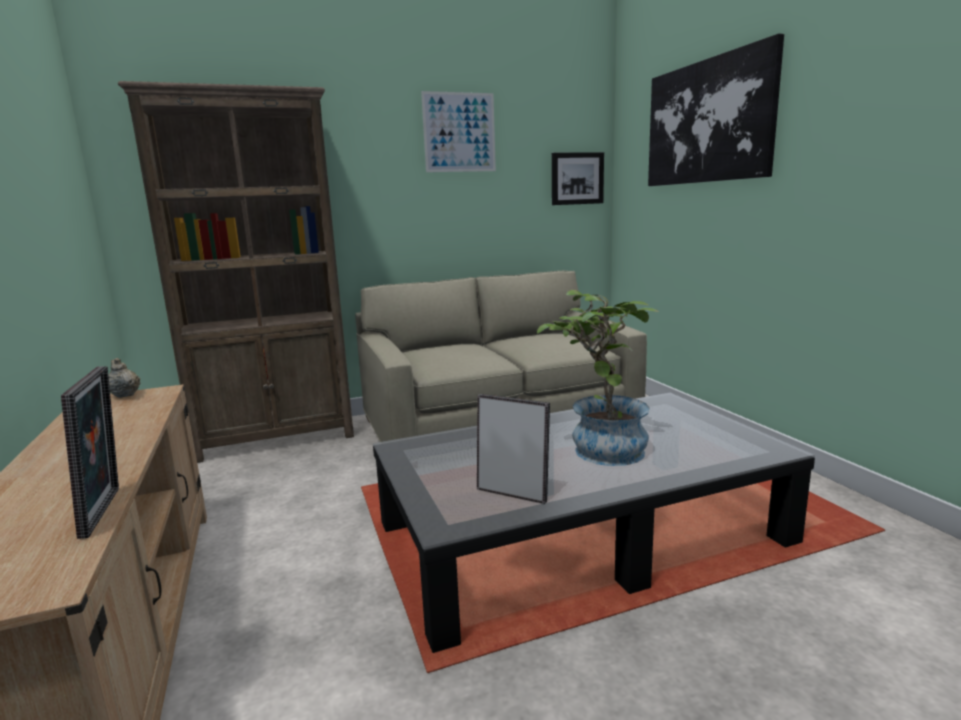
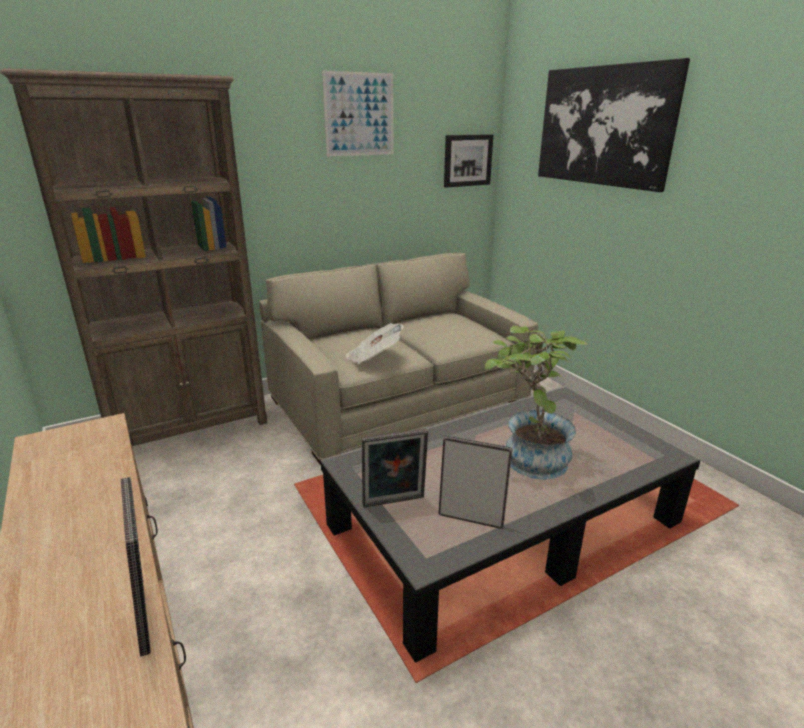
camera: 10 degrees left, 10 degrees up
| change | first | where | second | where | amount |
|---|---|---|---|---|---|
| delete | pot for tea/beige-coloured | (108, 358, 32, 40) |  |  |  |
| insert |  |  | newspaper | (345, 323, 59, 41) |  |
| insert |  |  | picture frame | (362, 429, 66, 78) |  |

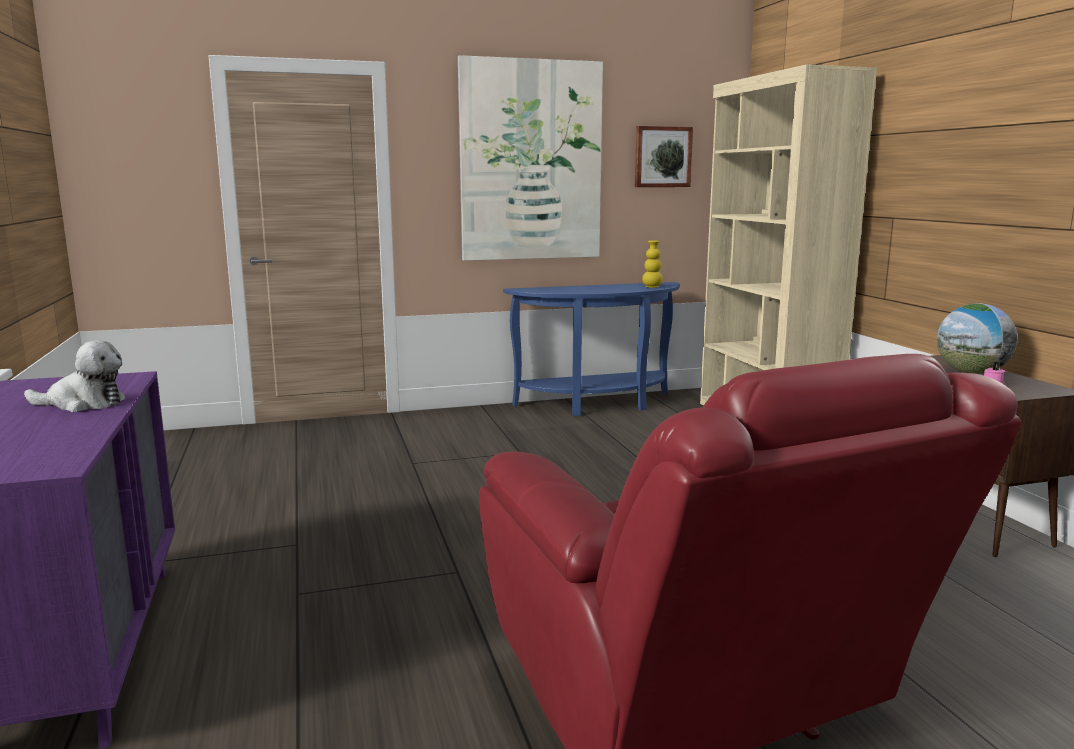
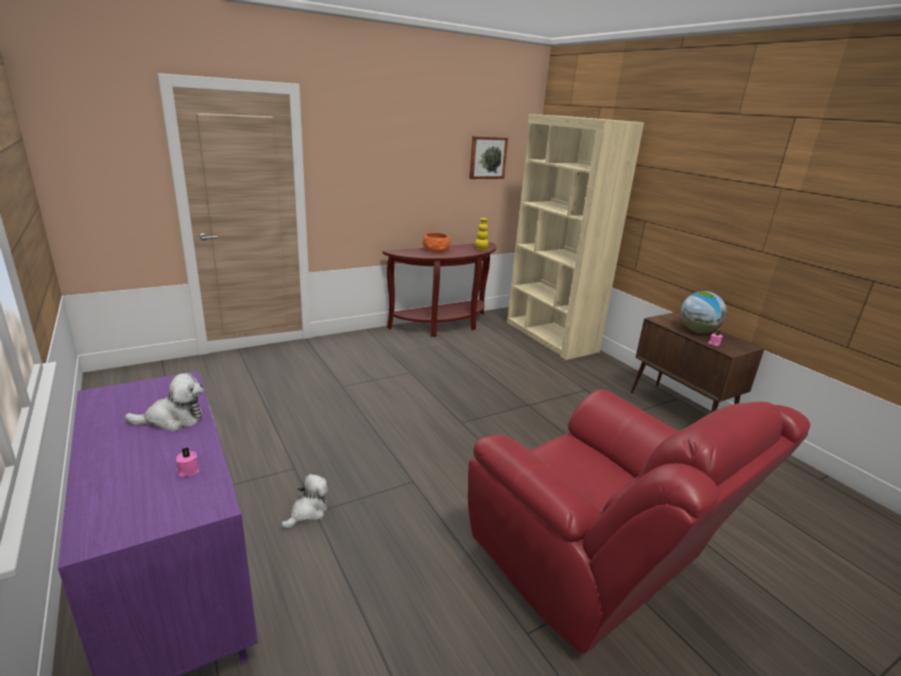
camera: 15 degrees left, 10 degrees up
| change | first | where | second | where | amount |
|---|---|---|---|---|---|
| delete | wall picture | (458, 55, 145, 206) |  |  |  |
| recolor | console table/bluish | (503, 282, 177, 134) | console table/brown-coloured | (383, 242, 113, 95) |  |
| insert |  |  | wax light/pink | (176, 447, 24, 30) |  |
| insert |  |  | cuddly toy | (281, 474, 47, 55) |  |
| insert |  |  | bowl/orange-coloured | (422, 232, 29, 21) |  |

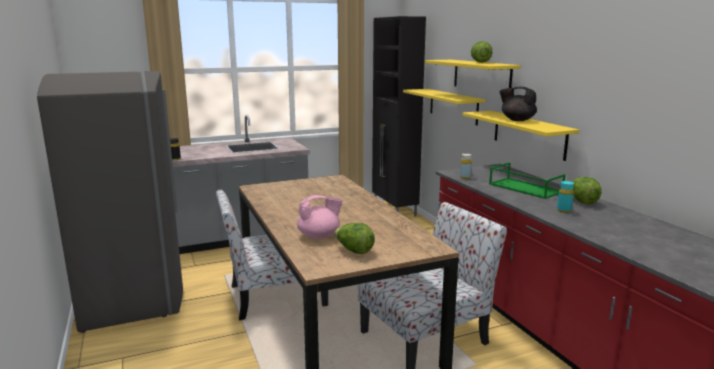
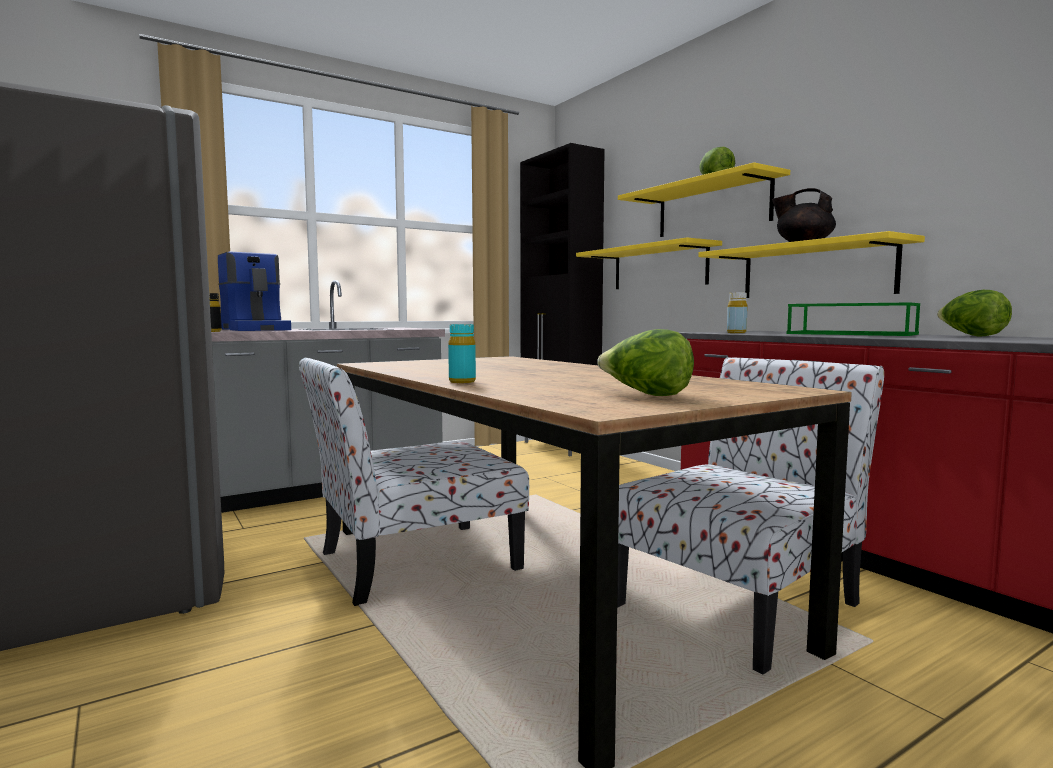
camera: 10 degrees left, 10 degrees down
| change | first | where | second | where | amount |
|---|---|---|---|---|---|
| delete | pot for tea/pink | (297, 195, 46, 44) |  |  |  |
| move | beverage bottle/turquoise-coloured | (557, 181, 17, 32) |  | (448, 324, 28, 59) |  |
| insert |  |  | coffee maker | (218, 251, 73, 80) |  |

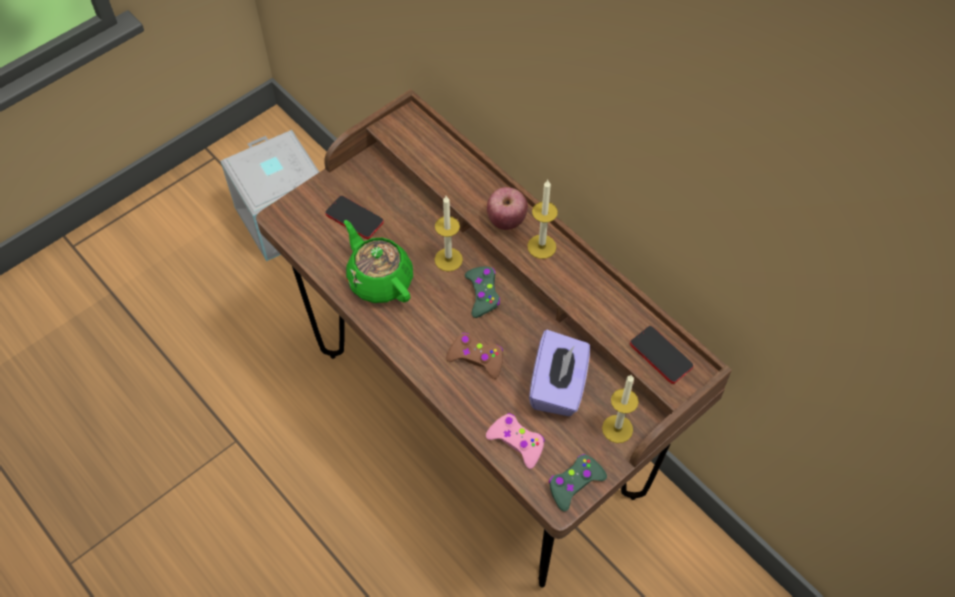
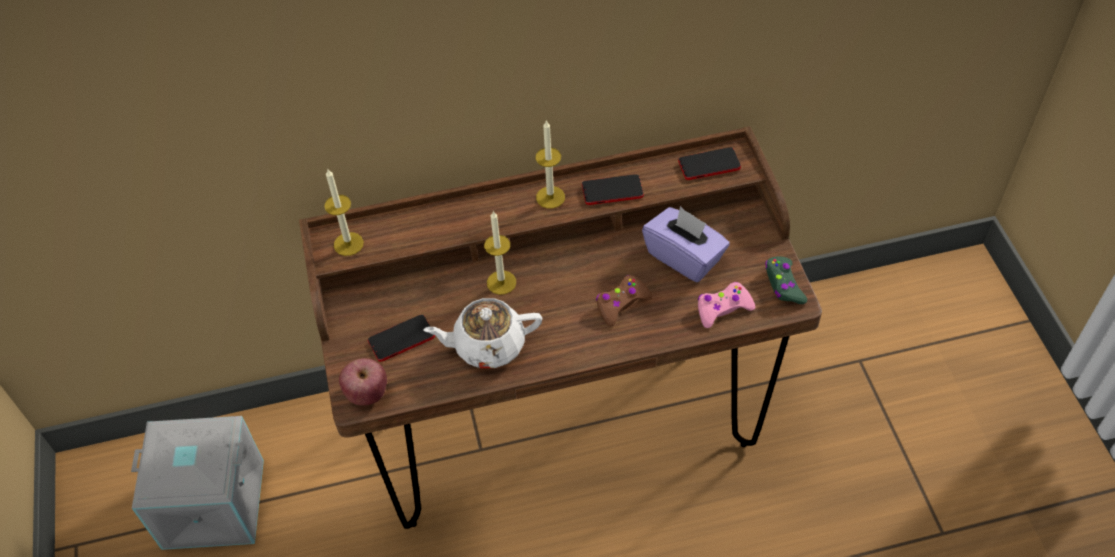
camera: 60 degrees left, 5 degrees down
| change | first | where | second | where | amount |
|---|---|---|---|---|---|
| recolor | pot for tea/greenish | (344, 220, 69, 83) | pot for tea/white-coloured | (424, 298, 118, 70) |  |
| delete | gamepad/greenish | (465, 266, 35, 52) |  |  |  |
| move | whole apple | (487, 187, 41, 43) |  | (339, 358, 48, 48) |  |
| move | wax light | (602, 374, 37, 69) |  | (324, 168, 40, 88) |  |
| insert |  |  | handset | (582, 174, 62, 31) |  |

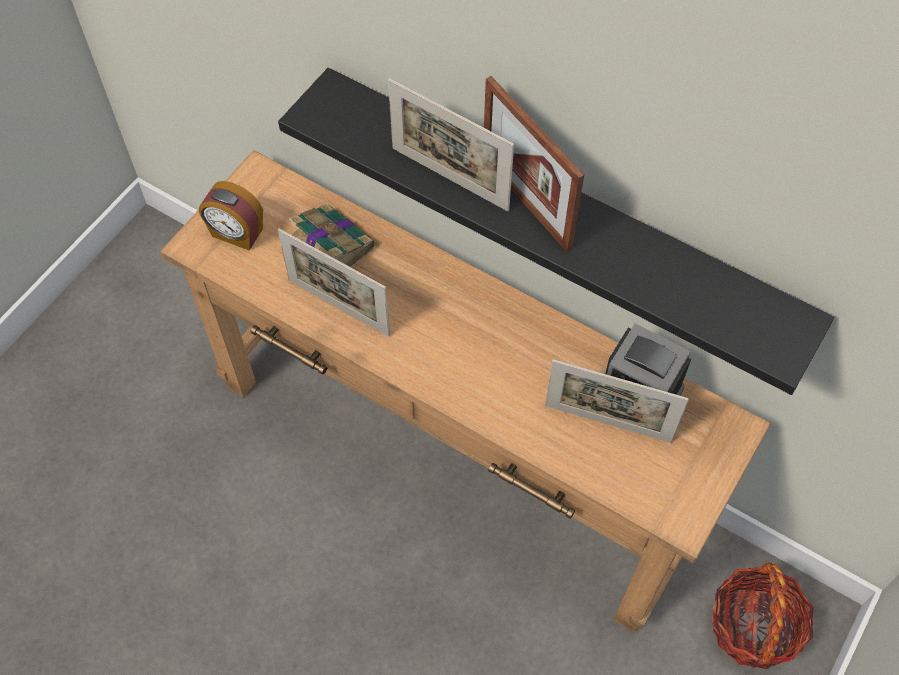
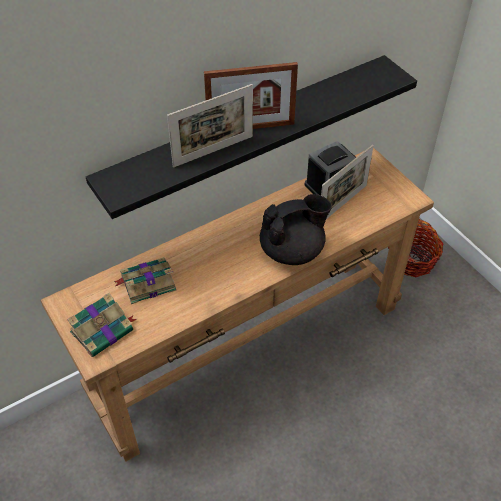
camera: 65 degrees left, 10 degrees down
| change | first | where | second | where | amount |
|---|---|---|---|---|---|
| replace | alarm clock | (199, 181, 64, 69) | volume | (67, 293, 70, 64) |  |
| delete | picture frame | (278, 228, 112, 108) |  |  |  |
| insert |  |  | pot for tea/blackish | (260, 194, 72, 71) |  |

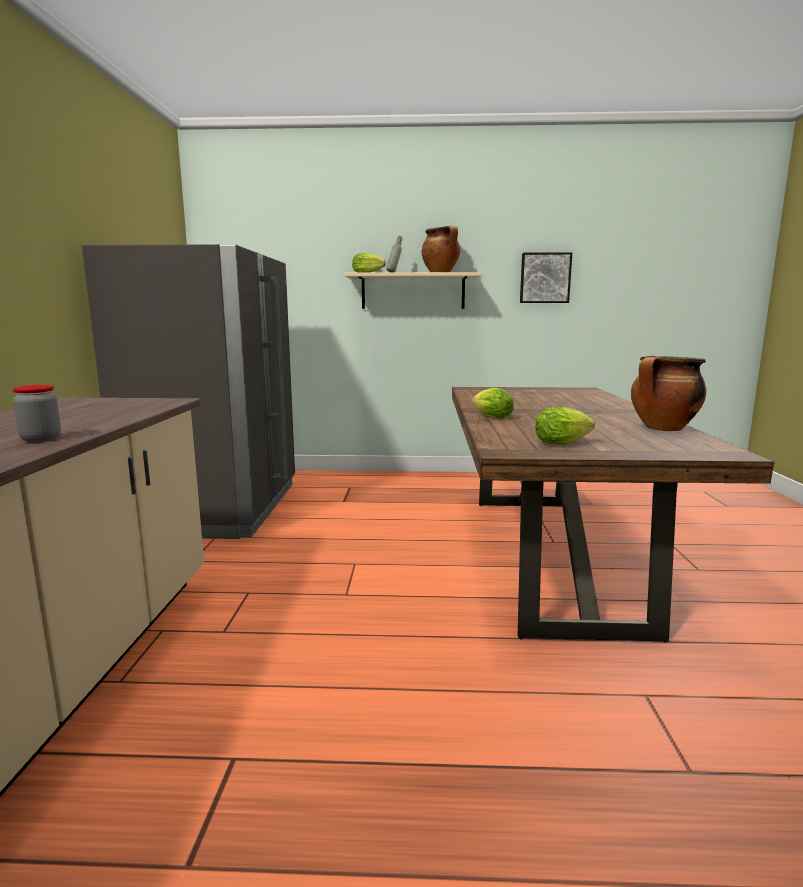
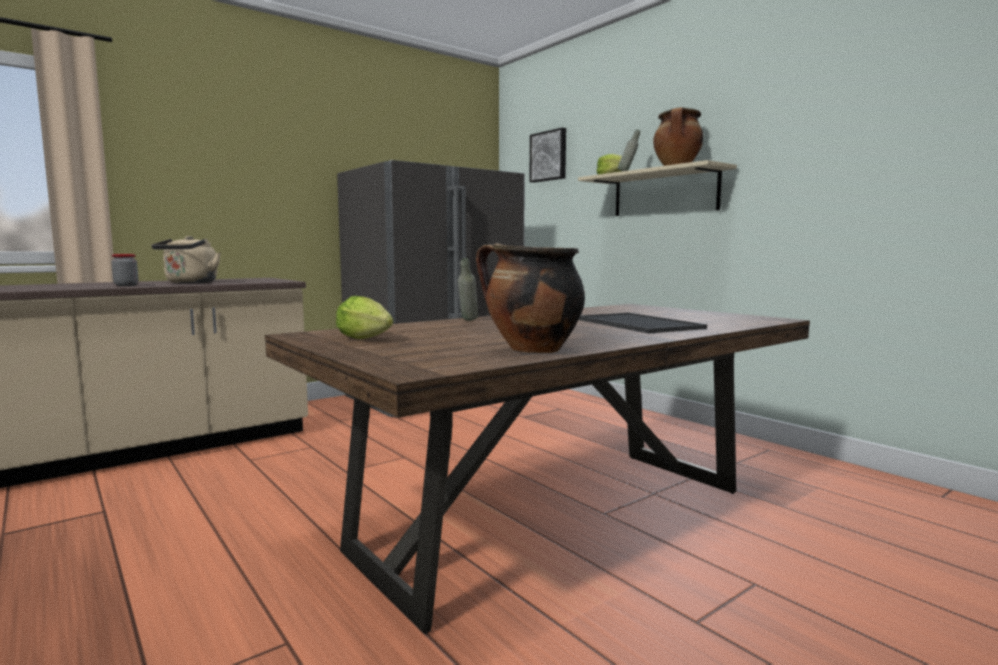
camera: 50 degrees right, 5 degrees down
| change | first | where | second | where | amount |
|---|---|---|---|---|---|
| replace | lettuce | (472, 388, 42, 31) | beverage bottle/grey | (458, 258, 20, 63) |  |
| move | wall picture | (520, 252, 52, 51) |  | (529, 128, 37, 55) |  |
| insert |  |  | water kettle/beige-coloured | (152, 236, 69, 47) |  |
| insert |  |  | tray | (579, 313, 128, 21) |  |

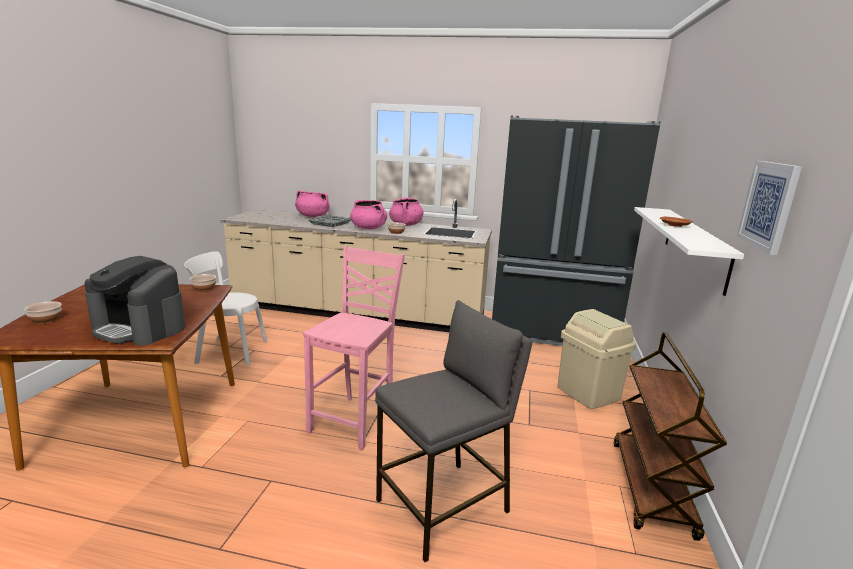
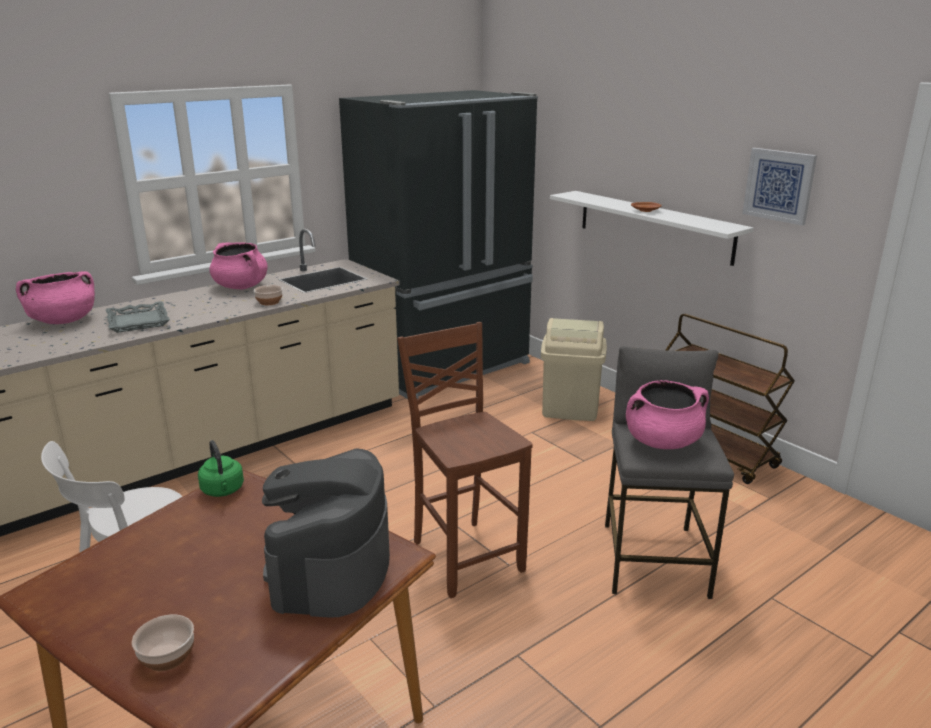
camera: 50 degrees left, 5 degrees up
| change | first | where | second | where | amount |
|---|---|---|---|---|---|
| rotate | coffee maker | (84, 256, 101, 90) |  | (262, 448, 128, 170) | 120 degrees clockwise |
| replace | bowl | (190, 274, 26, 17) | water kettle/greenish | (198, 440, 46, 57) |  |
| recolor | plain chair/pink | (303, 246, 102, 204) | plain chair/brown-coloured | (397, 322, 136, 276) |  |
| move | saucepot/pink | (350, 200, 37, 29) |  | (626, 380, 83, 69) |  |

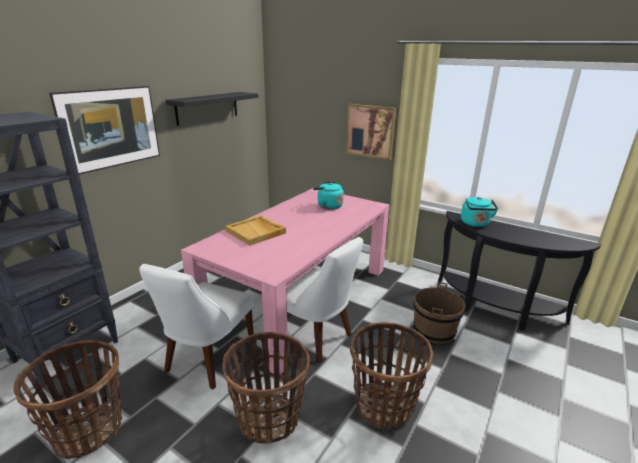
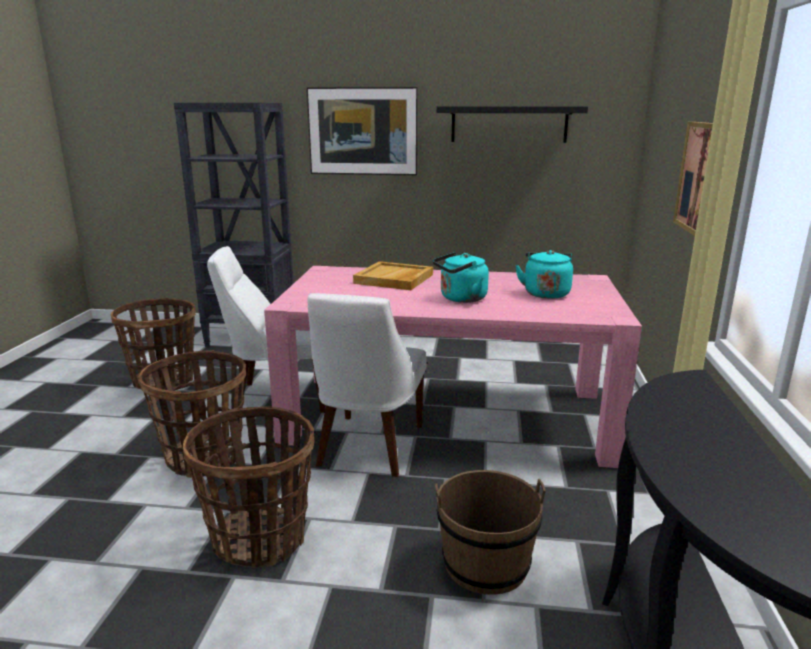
camera: 65 degrees right, 5 degrees down
| change | first | where | second | where | amount |
|---|---|---|---|---|---|
| move | water kettle/turquoise-coloured | (461, 197, 38, 30) |  | (433, 252, 56, 51) |  |

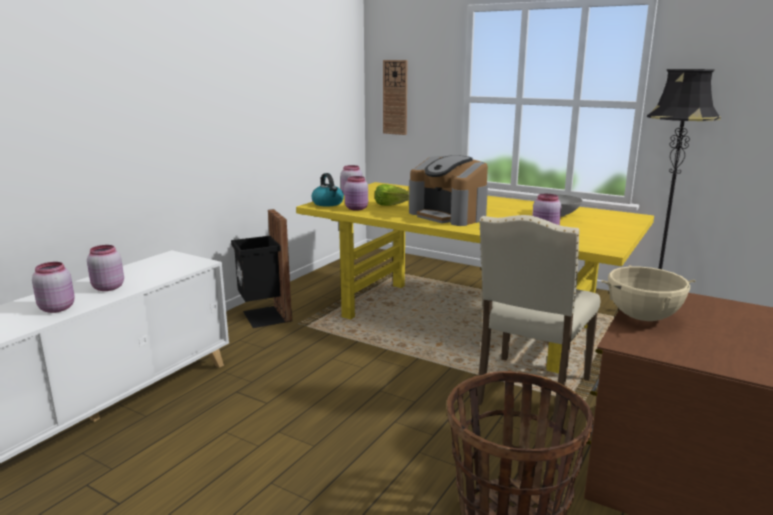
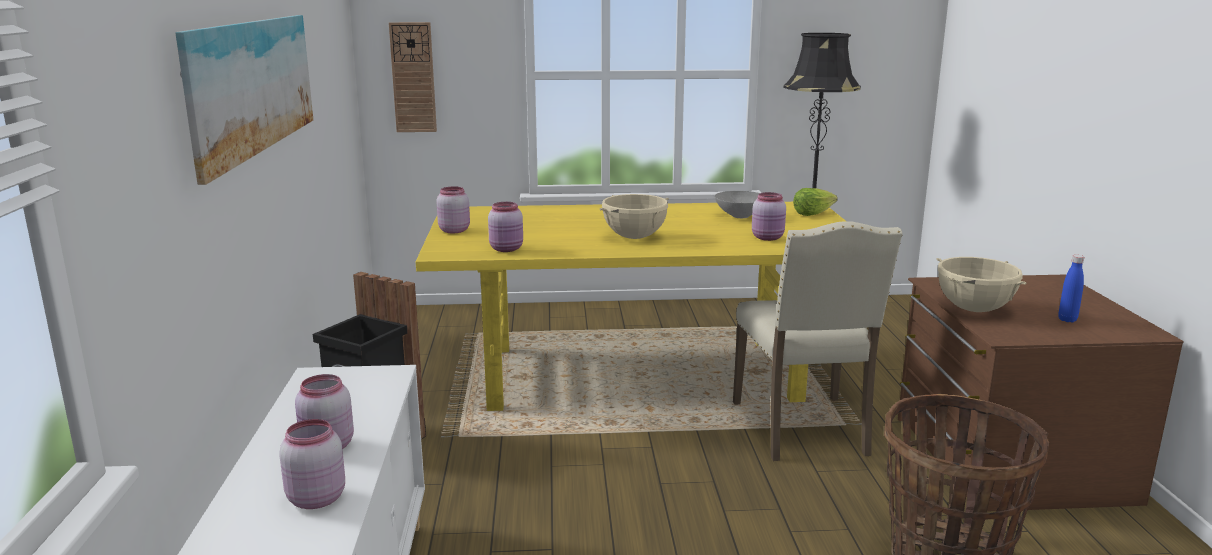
camera: 35 degrees left, 0 degrees up
| change | first | where | second | where | amount |
|---|---|---|---|---|---|
| delete | water kettle | (312, 173, 32, 33) |  |  |  |
| move | lettuce | (375, 184, 34, 22) |  | (793, 188, 45, 28) |  |
| replace | coffee maker | (409, 155, 79, 71) | saucepot/beige-coloured | (600, 194, 69, 45) |  |
| insert |  |  | wall picture | (175, 15, 138, 170) |  |
| insert |  |  | beverage bottle/bluish | (1058, 255, 26, 67) |  |

